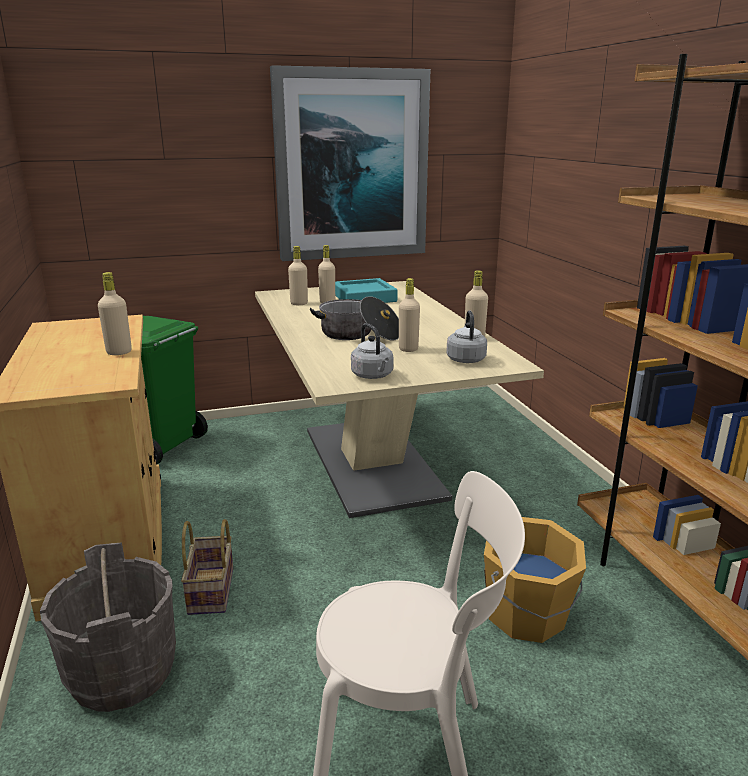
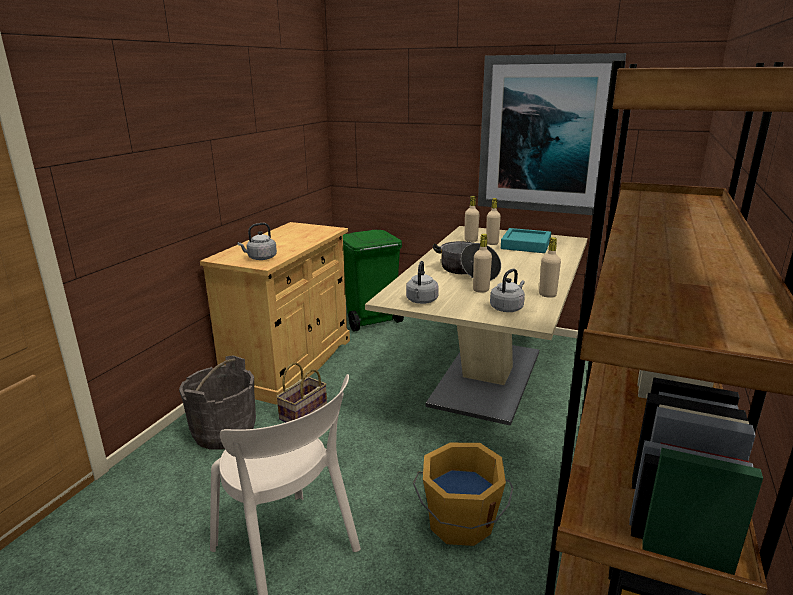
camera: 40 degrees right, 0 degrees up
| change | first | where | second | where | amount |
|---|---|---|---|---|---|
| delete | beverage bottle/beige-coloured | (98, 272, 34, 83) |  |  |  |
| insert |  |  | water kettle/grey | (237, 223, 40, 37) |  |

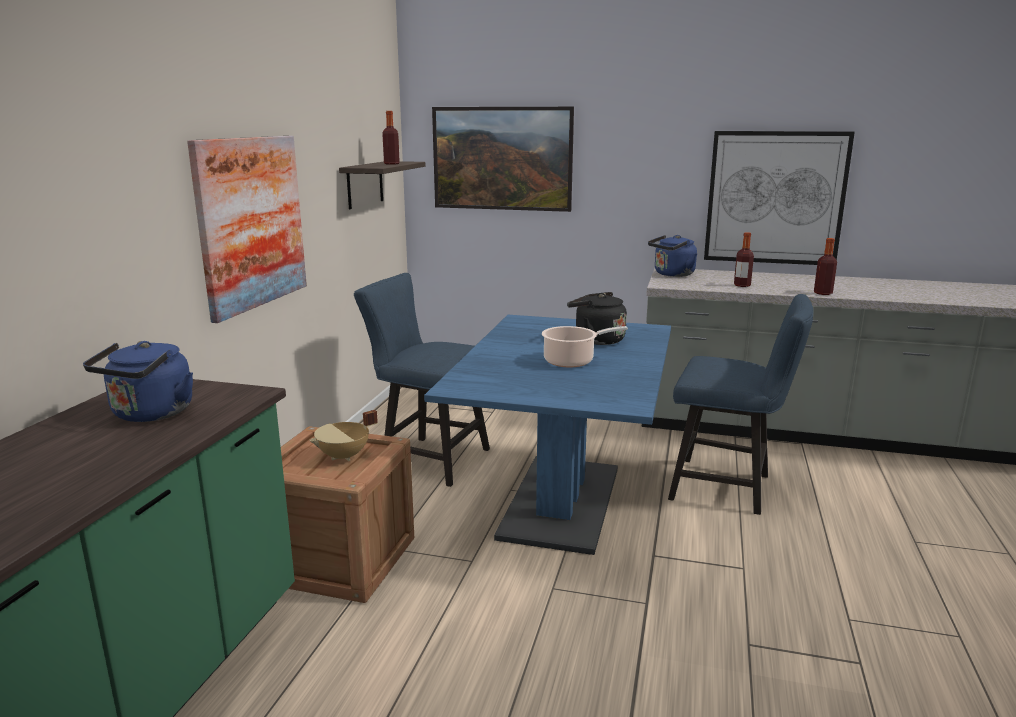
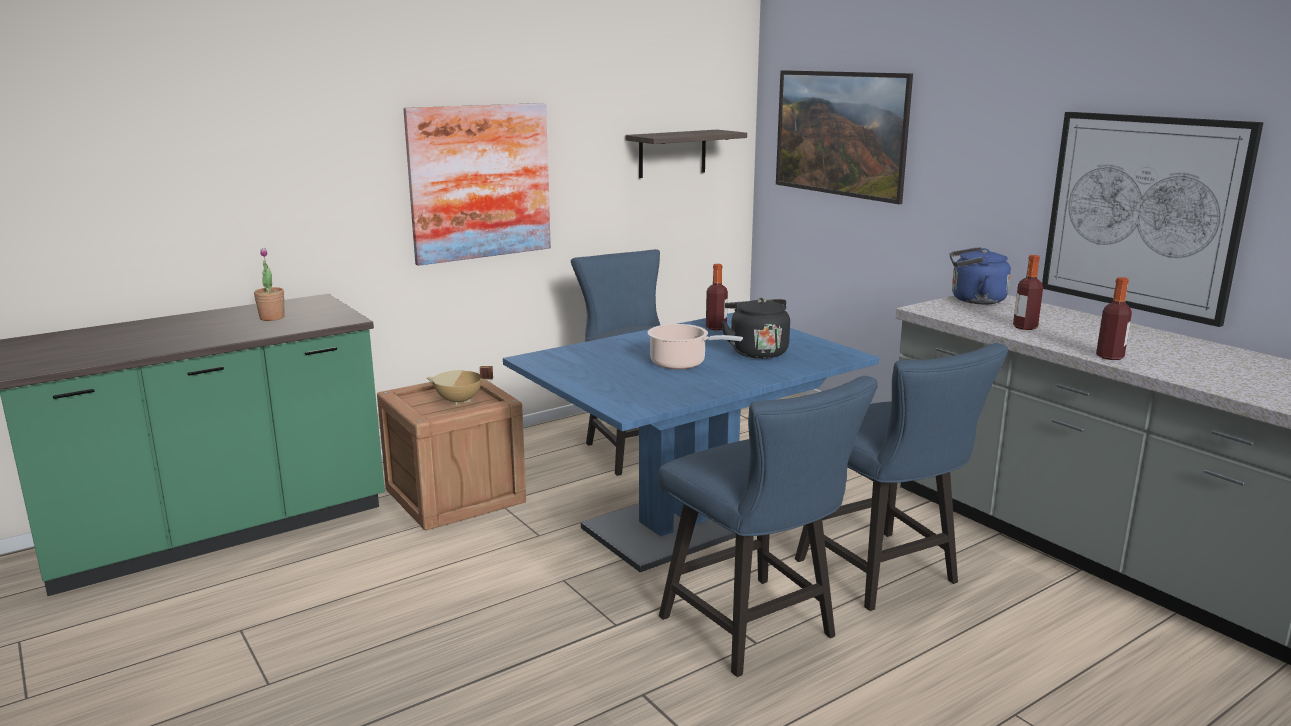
camera: 40 degrees right, 0 degrees up
| change | first | where | second | where | amount |
|---|---|---|---|---|---|
| replace | water kettle/bluish | (83, 341, 110, 81) | plant in a pot | (254, 248, 31, 73) |  |
| move | beverage bottle | (382, 111, 18, 54) |  | (706, 264, 22, 66) |  |
| insert |  |  | plain chair/bluish | (658, 376, 220, 301) |  |

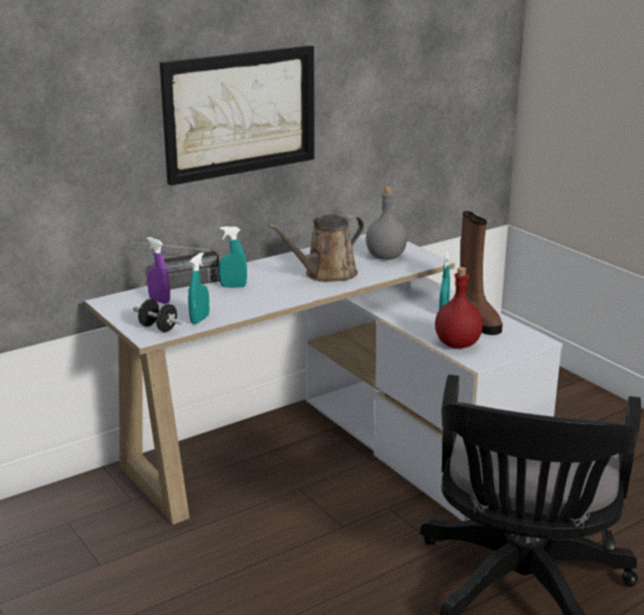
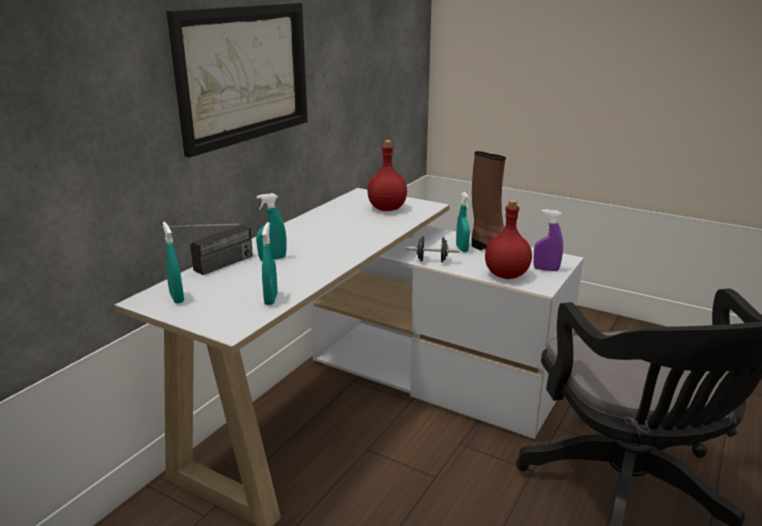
camera: 25 degrees left, 0 degrees up
| change | first | where | second | where | amount |
|---|---|---|---|---|---|
| move | free weight/blackish | (133, 299, 50, 33) |  | (405, 236, 55, 26) |  |
| move | hand sprayer/purple | (147, 237, 23, 67) |  | (533, 210, 30, 61) |  |
| delete | watering can/brown-coloured | (268, 215, 96, 67) |  |  |  |
| recolor | beverage bottle/grey | (366, 187, 41, 73) | beverage bottle/red-coloured | (367, 140, 40, 71) |  |
| insert |  |  | hand sprayer/turquoise-coloured | (163, 222, 21, 82) |  |

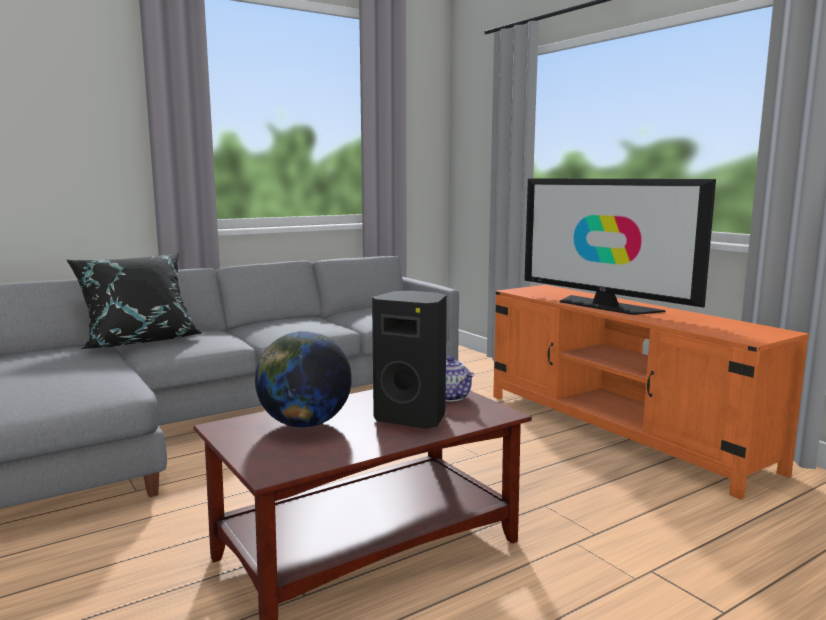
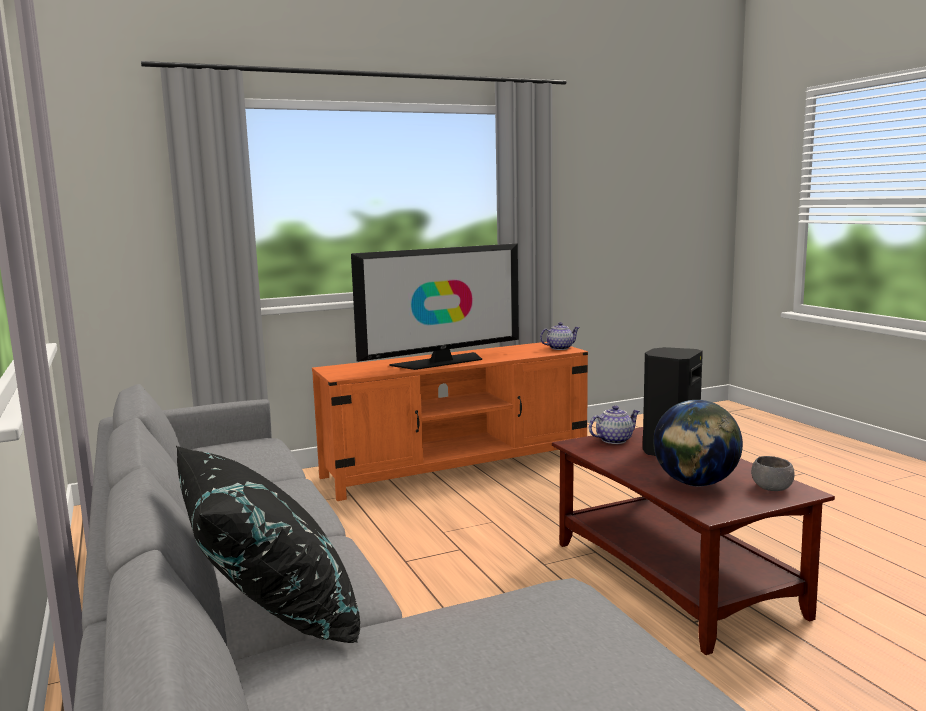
camera: 80 degrees left, 0 degrees up
| change | first | where | second | where | amount |
|---|---|---|---|---|---|
| insert |  |  | pot for tea | (540, 322, 39, 28) |  |
| insert |  |  | bowl/grey | (751, 456, 44, 35) |  |

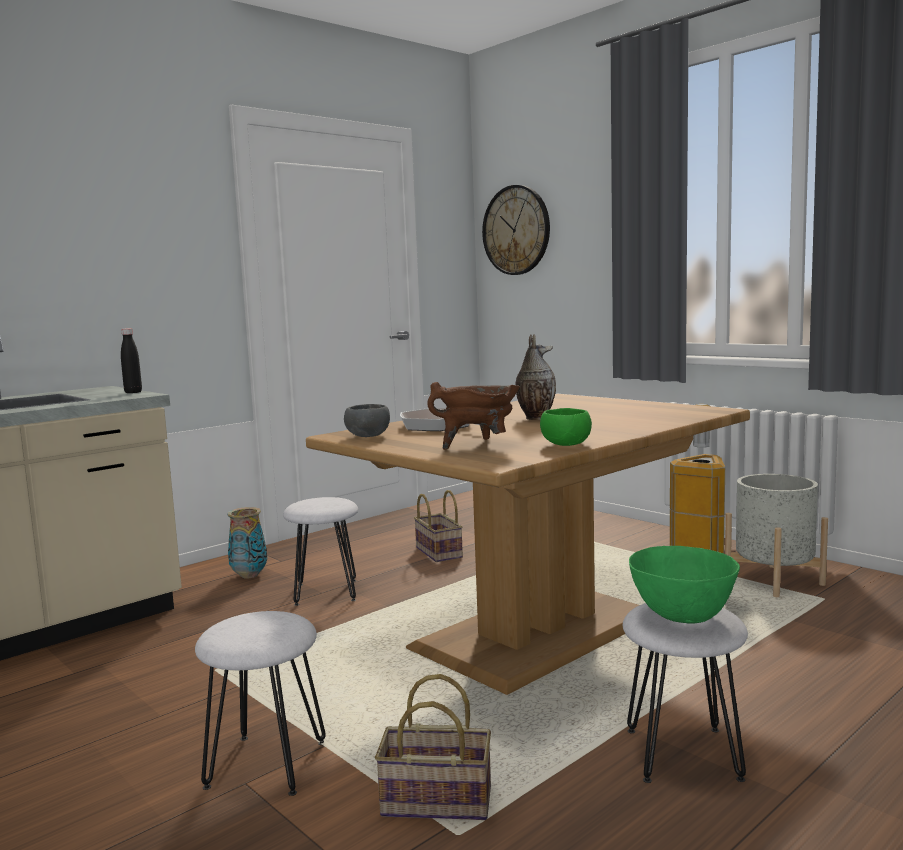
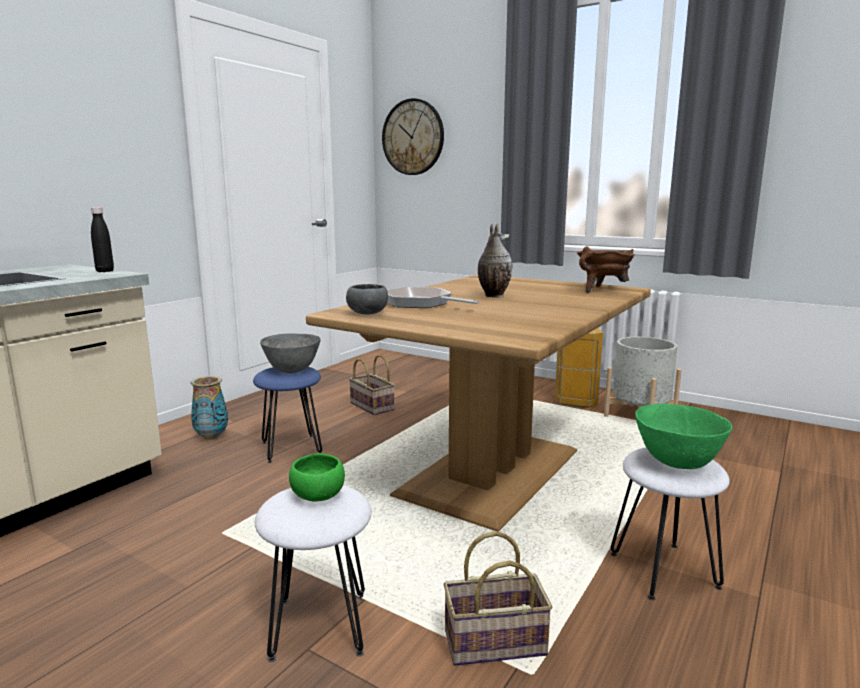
camera: 15 degrees left, 5 degrees up
| change | first | where | second | where | amount |
|---|---|---|---|---|---|
| recolor | stool/white-coloured | (283, 497, 75, 109) | stool/bluish | (253, 367, 69, 96) |  |
| move | saucepot/brown-coloured | (427, 382, 93, 68) |  | (577, 246, 58, 47) |  |
| move | bowl/greenish | (540, 408, 52, 38) |  | (289, 453, 56, 48) |  |
| insert |  |  | bowl/grey | (260, 333, 60, 40) |  |

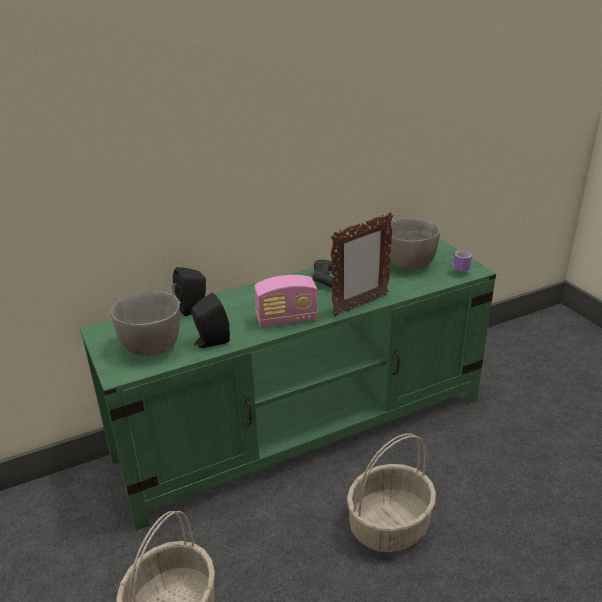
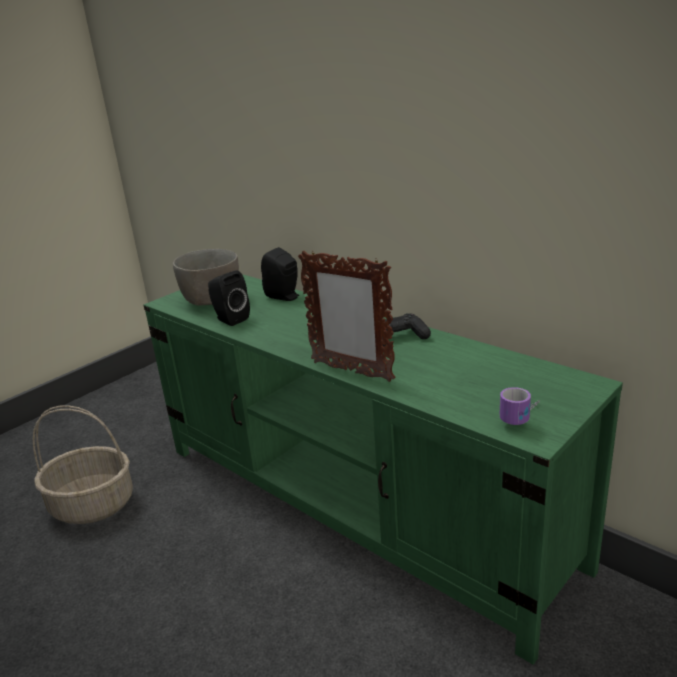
camera: 70 degrees right, 5 degrees down
| change | first | where | second | where | amount |
|---|---|---|---|---|---|
| delete | radio receiver | (254, 275, 64, 52) |  |  |  |
| delete | basket | (347, 433, 89, 119) |  |  |  |
| delete | bowl/grey | (386, 218, 54, 52) |  |  |  |

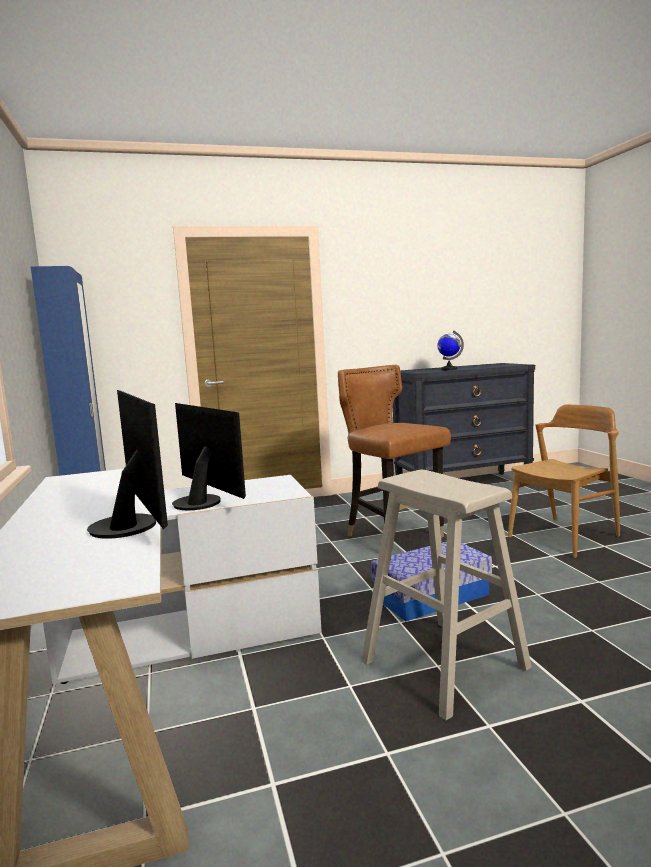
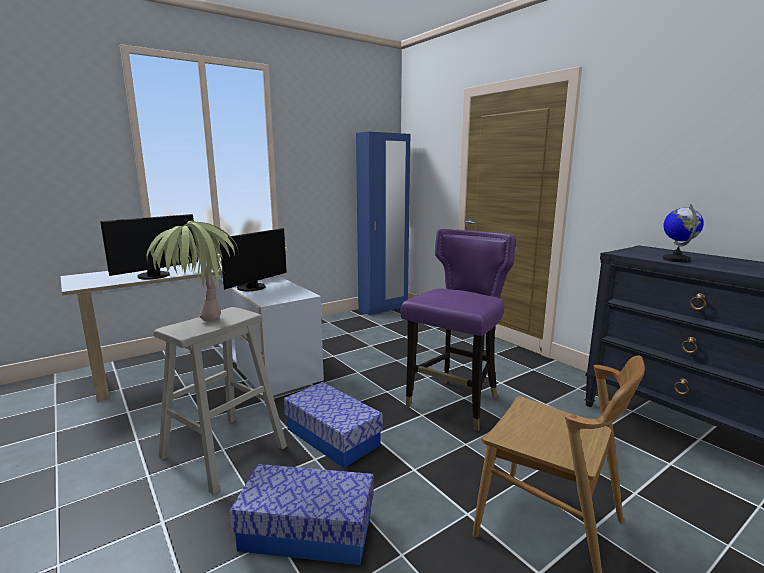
camera: 70 degrees right, 5 degrees up
| change | first | where | second | where | amount |
|---|---|---|---|---|---|
| recolor | plain chair/brown-coloured | (338, 365, 113, 173) | plain chair/purple | (401, 229, 115, 202) |  |
| insert |  |  | plant in a pot | (146, 221, 93, 101) |  |
| insert |  |  | storage container | (229, 464, 145, 101) |  |

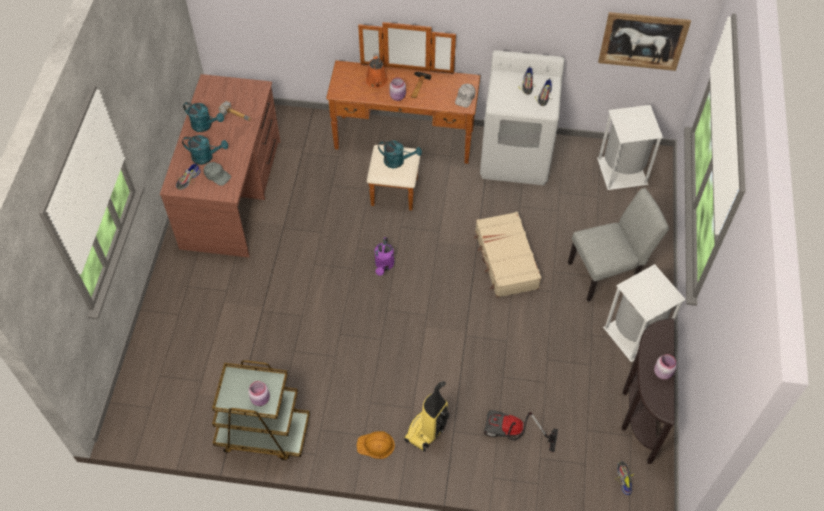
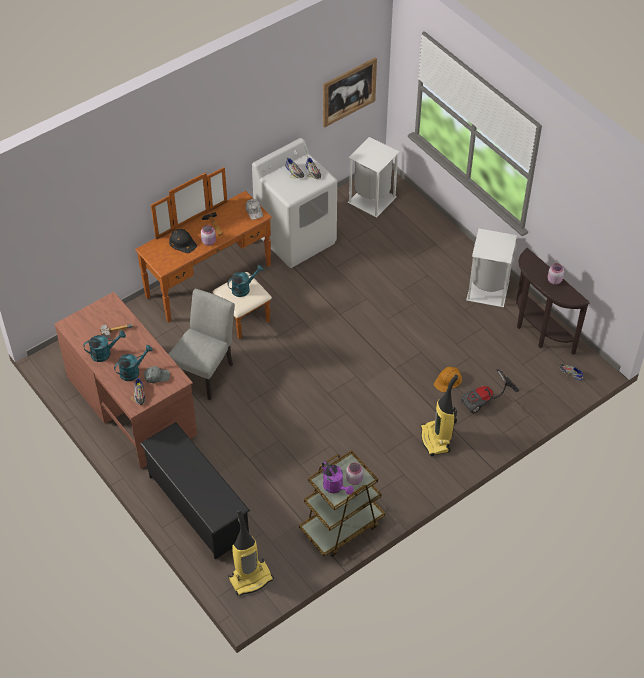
camera: 45 degrees left, 5 degrees down
| change | first | where | second | where | amount |
|---|---|---|---|---|---|
| move | safety helmet/orange-coloured | (357, 431, 38, 28) |  | (434, 367, 28, 25) |  |
| replace | watering can/orange-coloured | (366, 53, 22, 35) | safety helmet/blackish | (169, 229, 28, 24) |  |
| move | watering can/purple | (374, 237, 21, 39) |  | (322, 461, 31, 34) |  |
| delete | travel case/beige-coloured | (474, 212, 68, 86) |  |  |  |
| move | plain chair/grey | (568, 188, 101, 114) |  | (168, 289, 67, 111) |  |
| insert |  |  | shoe stand/blackish | (140, 422, 110, 137) |  |
| insert |  |  | vacuum | (228, 509, 46, 87) |  |

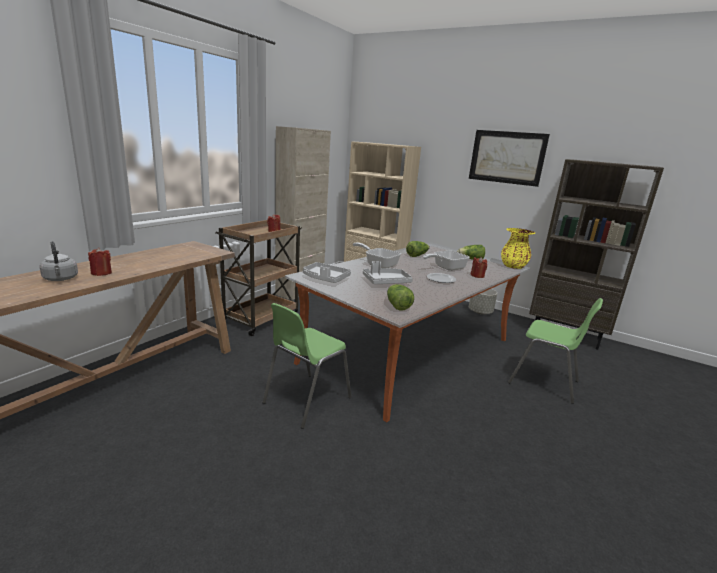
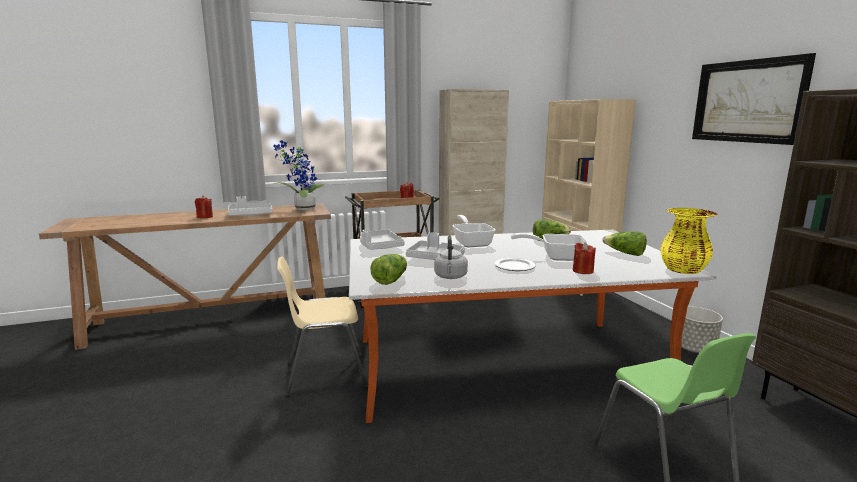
camera: 40 degrees right, 5 degrees down
| change | first | where | second | where | amount |
|---|---|---|---|---|---|
| move | water kettle/grey | (40, 241, 38, 40) |  | (434, 235, 34, 44) |  |
| recolor | plain chair/greenish | (262, 303, 89, 126) | plain chair/beige-coloured | (277, 257, 91, 140) |  |
| insert |  |  | tray/grey | (228, 196, 44, 20) |  |
| insert |  |  | plant in a pot | (273, 140, 52, 70) |  |

